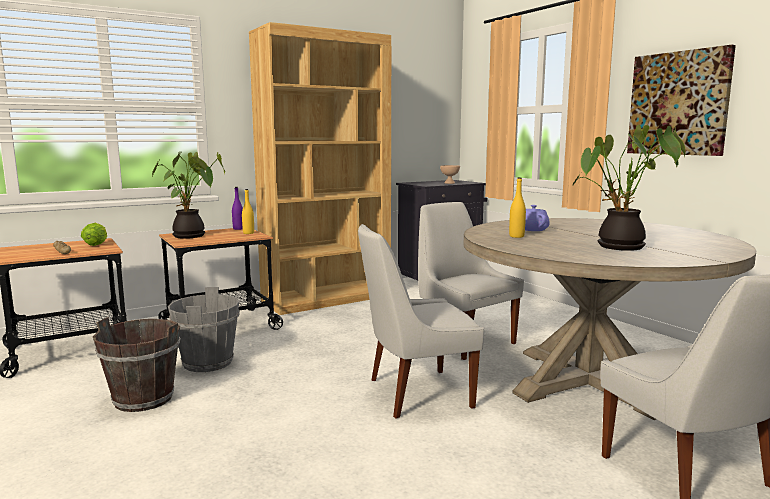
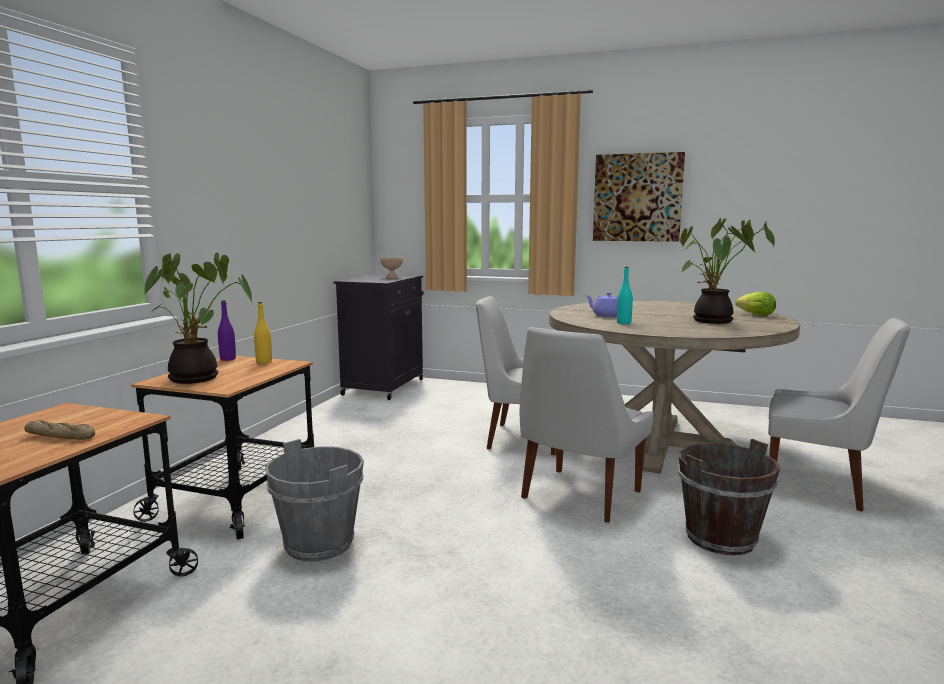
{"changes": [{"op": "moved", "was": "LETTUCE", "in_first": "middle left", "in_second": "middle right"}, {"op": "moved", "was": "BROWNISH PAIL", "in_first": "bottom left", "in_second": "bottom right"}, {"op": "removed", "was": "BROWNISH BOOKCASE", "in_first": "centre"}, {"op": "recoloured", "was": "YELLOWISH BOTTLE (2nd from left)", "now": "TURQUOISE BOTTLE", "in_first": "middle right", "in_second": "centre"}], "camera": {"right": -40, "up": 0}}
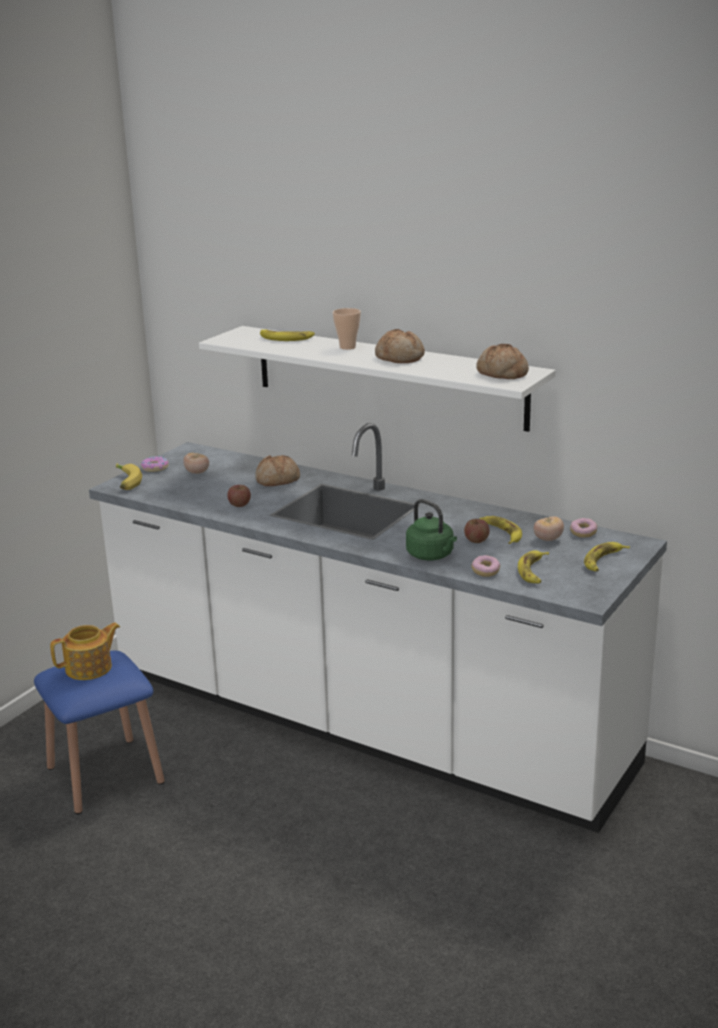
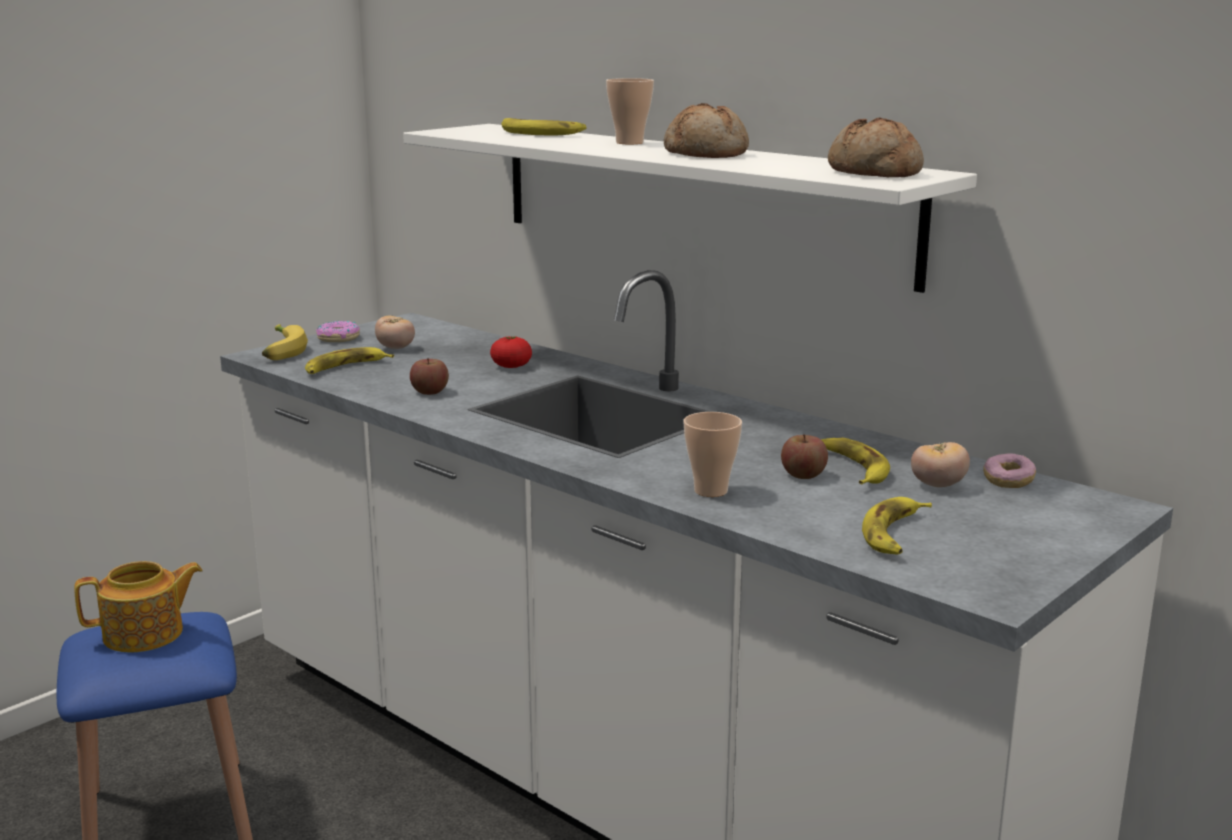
{"changes": [{"op": "replaced", "was": "BREAD (1st from left)", "now": "WHOLE TOMATO (2nd from left)", "in_first": "centre", "in_second": "centre"}, {"op": "replaced", "was": "GREEN WATER KETTLE", "now": "DRINKING CUP (2nd from left)", "in_first": "centre", "in_second": "centre"}, {"op": "removed", "was": "RING DOUGHNUT (2nd from left)", "in_first": "middle right"}, {"op": "moved", "was": "BANANA (5th from left in the first image)", "now": "BANANA (2nd from left)", "in_first": "middle right", "in_second": "middle left"}], "camera": {"right": 10, "up": -5}}
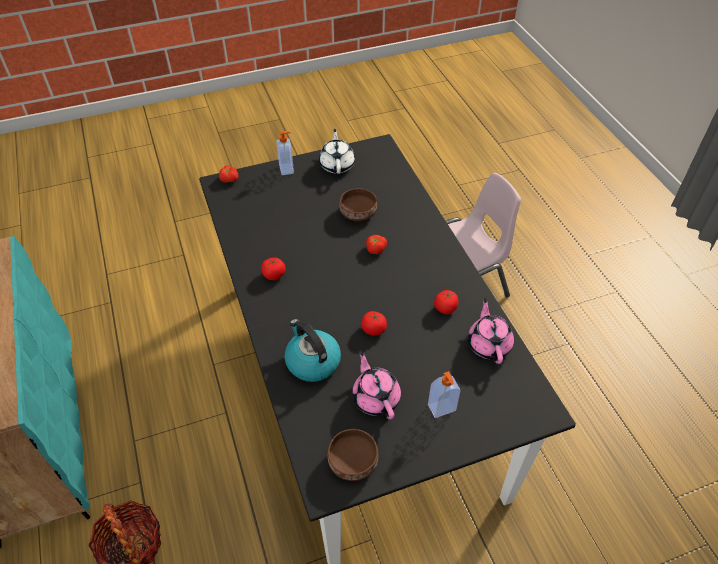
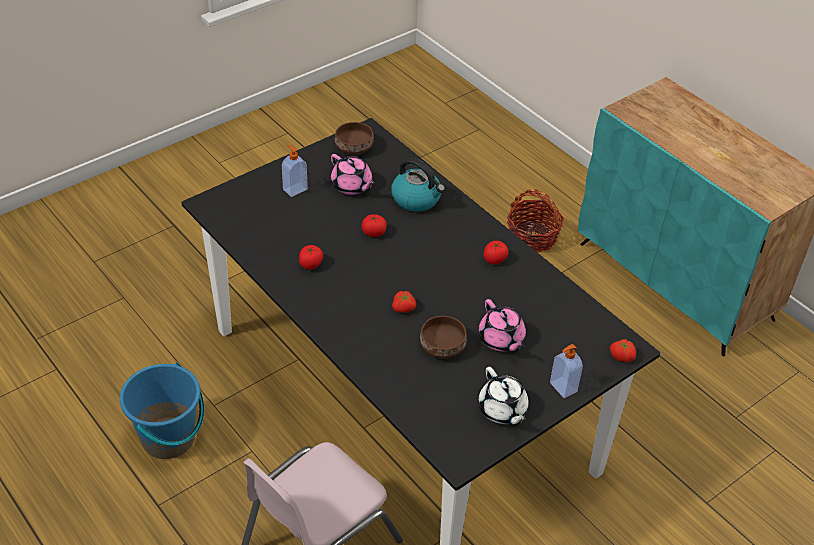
{"changes": [{"op": "moved", "was": "PINK TEA POT (2nd from left)", "in_first": "middle right", "in_second": "centre"}, {"op": "added", "now": "BLUISH PAIL", "in_second": "bottom left"}], "camera": {"right": 160, "up": -5}}
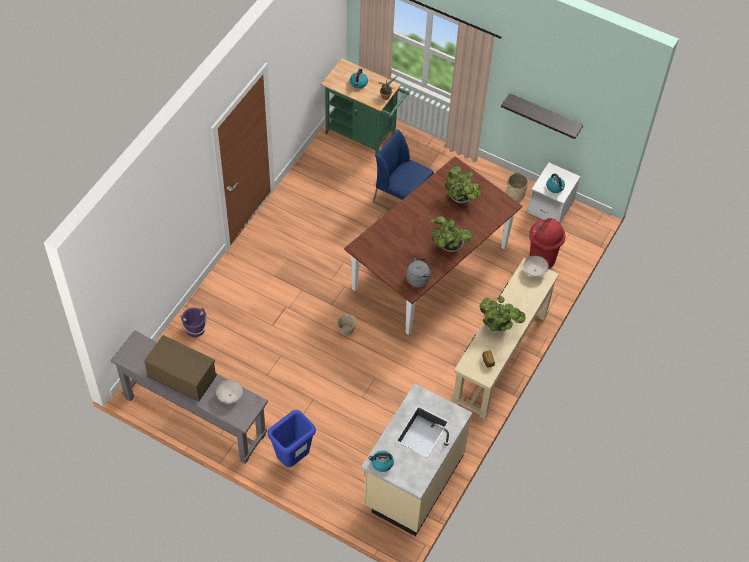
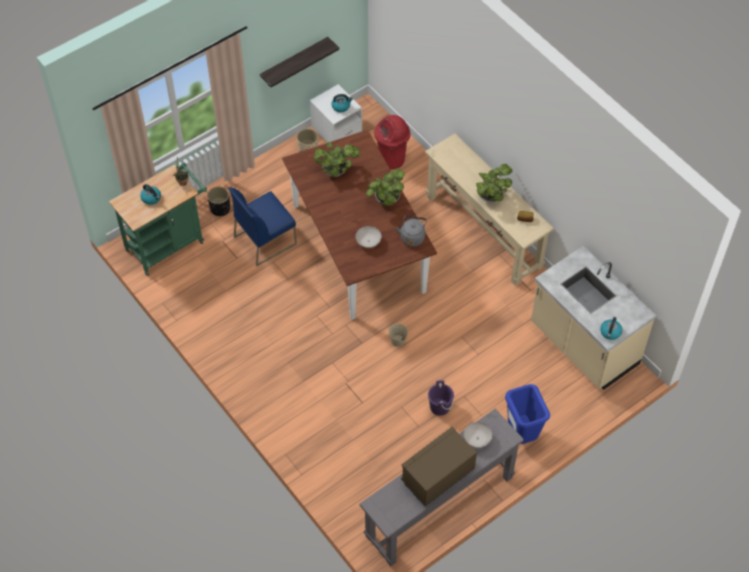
{"changes": [{"op": "moved", "was": "PURPLISH PAIL", "in_first": "middle left", "in_second": "bottom centre"}, {"op": "moved", "was": "WHITISH SERVING BOWL (2nd from left in the first image)", "now": "WHITISH SERVING BOWL (1st from left)", "in_first": "middle right", "in_second": "centre"}, {"op": "added", "now": "BLACK PLANT POT", "in_second": "middle left"}], "camera": {"right": -65, "up": 0}}
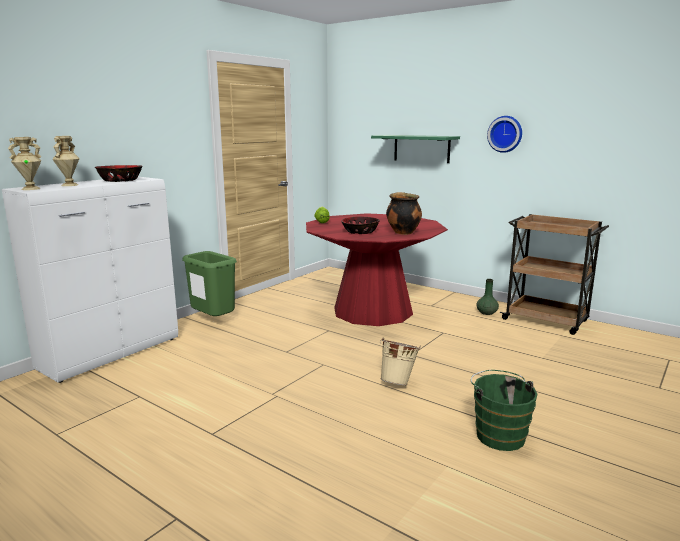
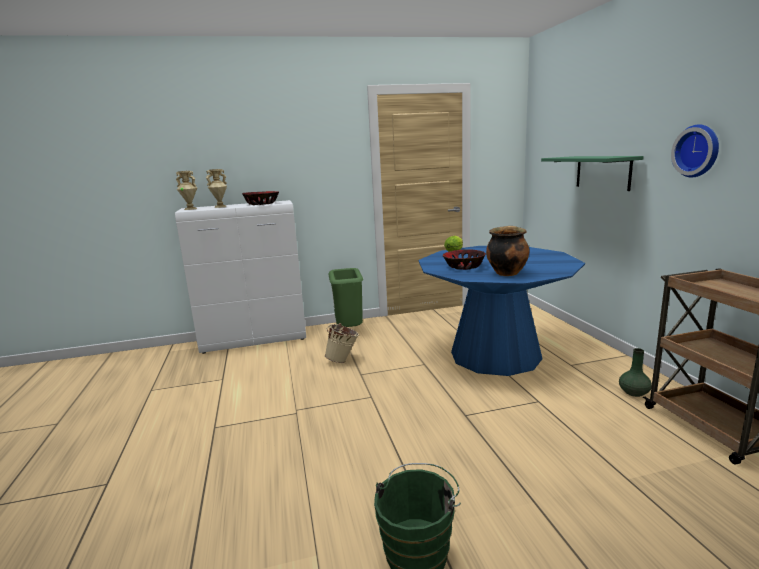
{"changes": [{"op": "recoloured", "was": "REDDISH DINNER TABLE", "now": "BLUISH DINNER TABLE", "in_first": "centre", "in_second": "centre"}, {"op": "moved", "was": "SAND-COLOURED PAIL", "in_first": "bottom centre", "in_second": "centre"}], "camera": {"right": 40, "up": 0}}
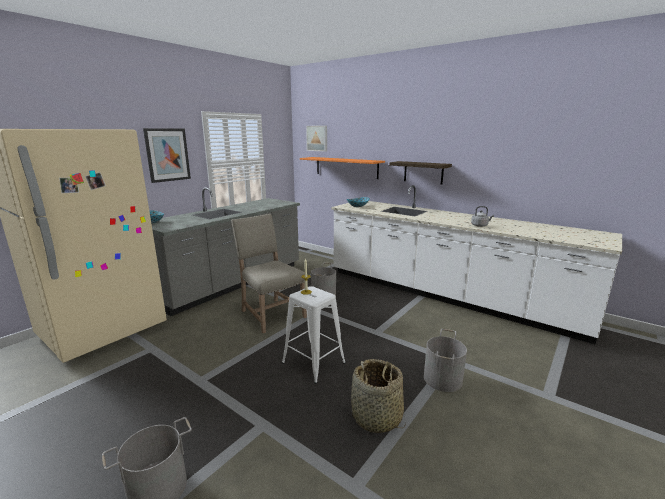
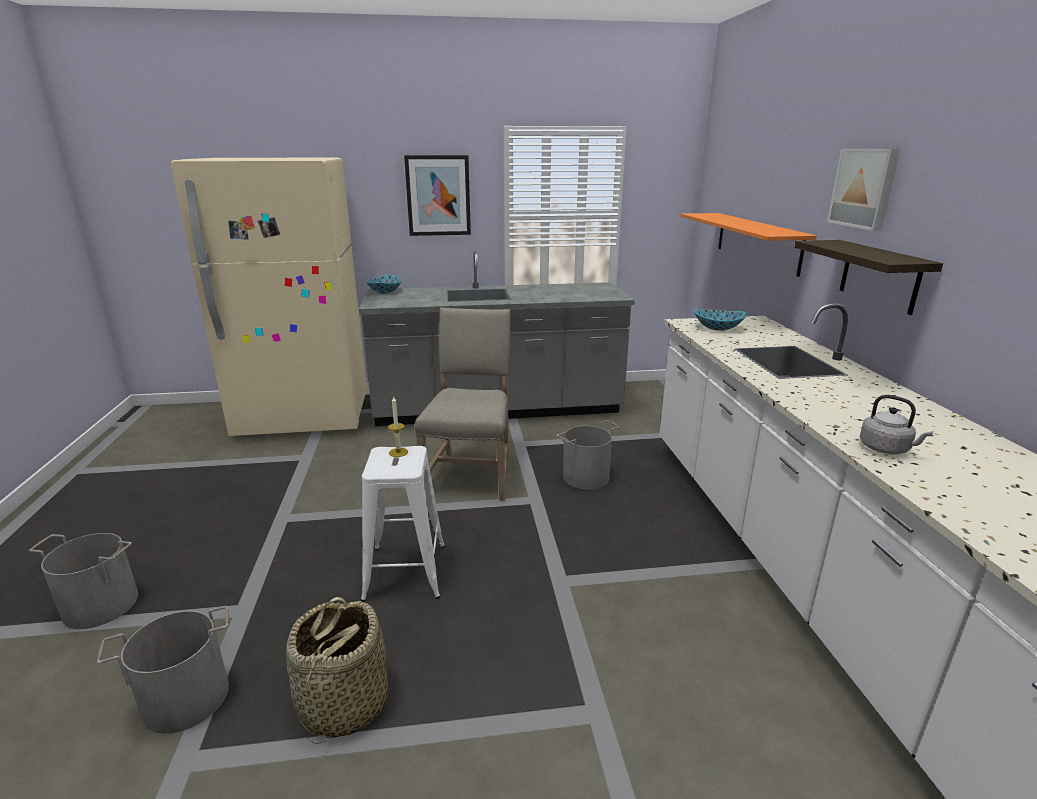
{"changes": [{"op": "moved", "was": "WALL PICTURE (2nd from left)", "in_first": "top centre", "in_second": "top right"}, {"op": "moved", "was": "GREYISH PAIL (3rd from left in the first image)", "now": "GREYISH PAIL (2nd from left)", "in_first": "bottom right", "in_second": "bottom left"}], "camera": {"right": 45, "up": 5}}
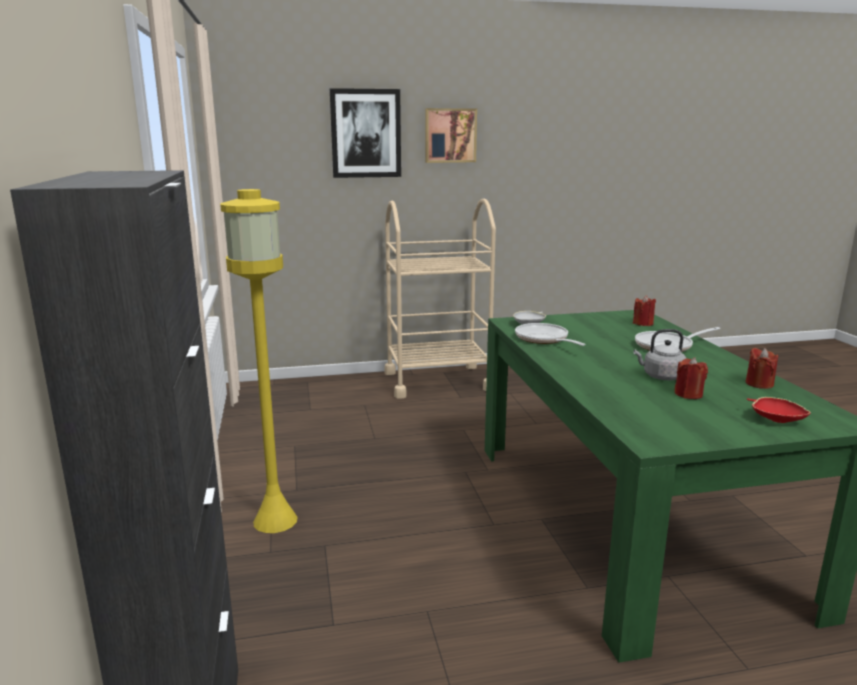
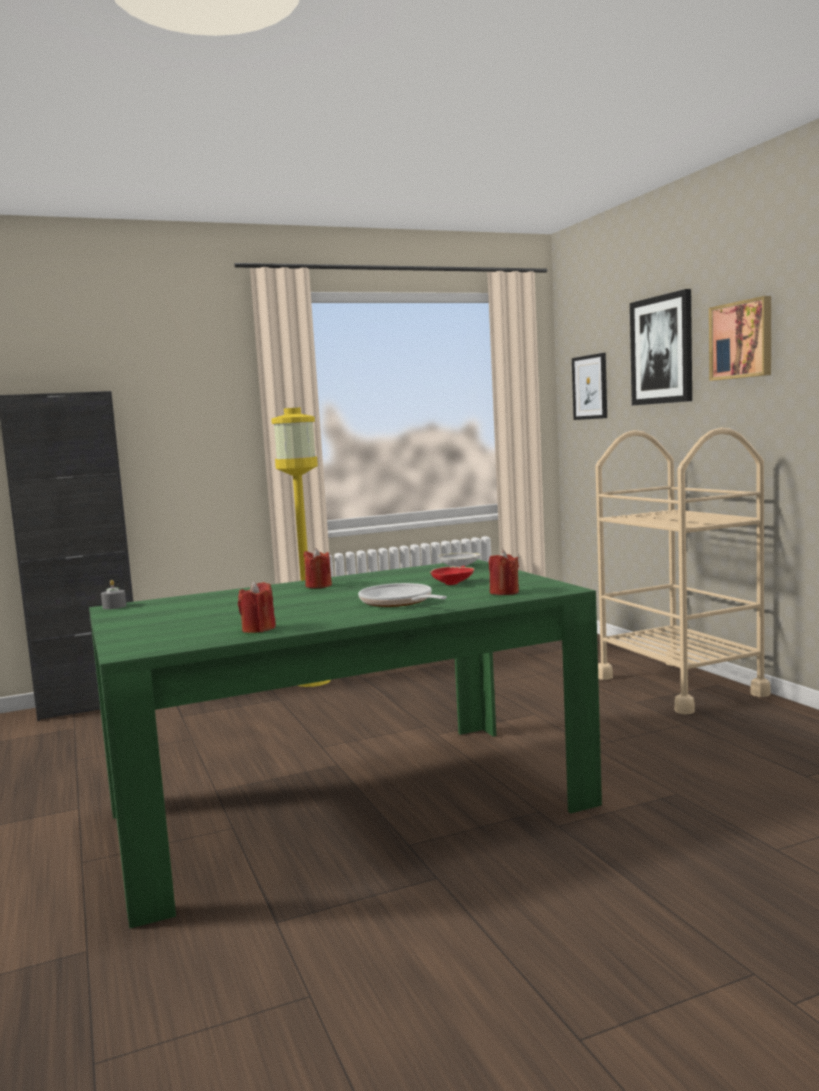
{"changes": [{"op": "removed", "was": "FRYING PAN (1st from left)", "in_first": "centre"}, {"op": "removed", "was": "GREYISH WATER KETTLE", "in_first": "middle right"}, {"op": "moved", "was": "REDDISH WAX LIGHT (2nd from left)", "in_first": "middle right", "in_second": "centre"}, {"op": "moved", "was": "REDDISH SERVING BOWL", "in_first": "middle right", "in_second": "centre"}, {"op": "added", "now": "GREYISH WAX LIGHT", "in_second": "middle left"}, {"op": "added", "now": "WALL PICTURE (1st from left)", "in_second": "middle right"}], "camera": {"right": 80, "up": -10}}
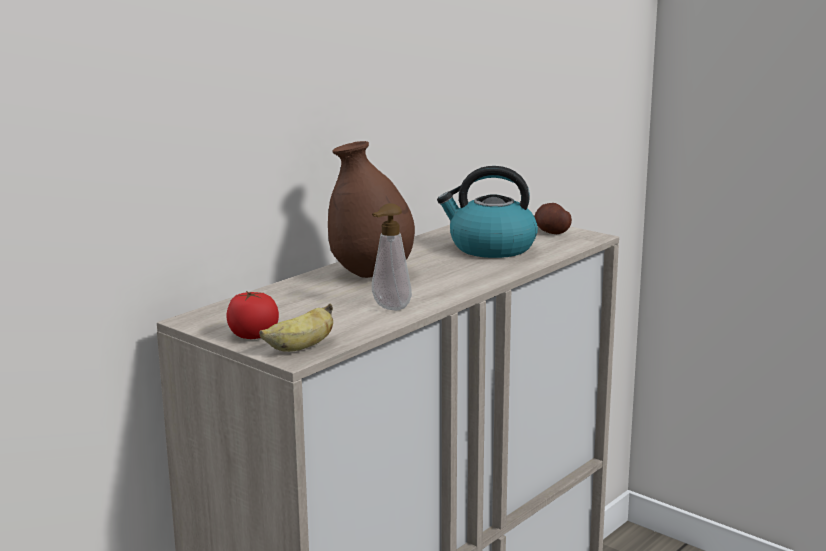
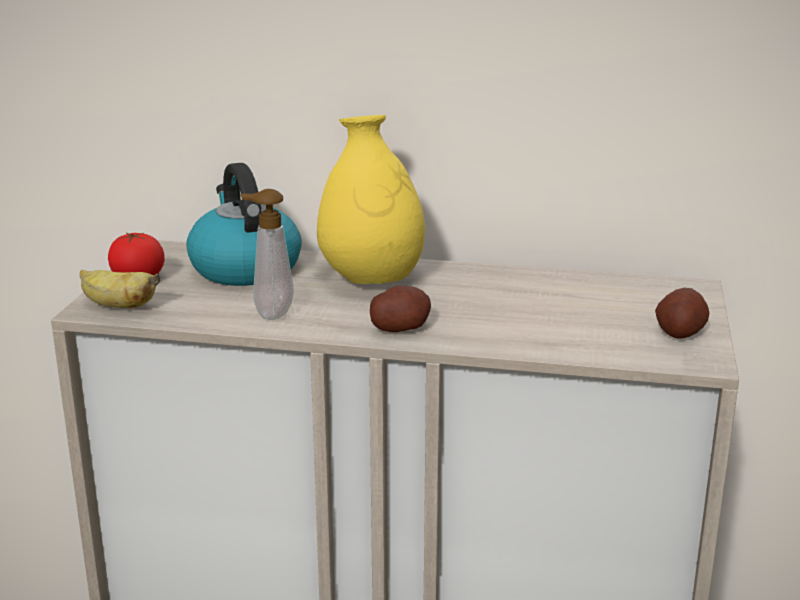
{"changes": [{"op": "recoloured", "was": "BROWNISH VASE", "now": "YELLOWISH VASE", "in_first": "centre", "in_second": "top centre"}, {"op": "moved", "was": "WATER KETTLE", "in_first": "centre", "in_second": "middle left"}, {"op": "added", "now": "SPUD (1st from left)", "in_second": "centre"}], "camera": {"right": 60, "up": 5}}
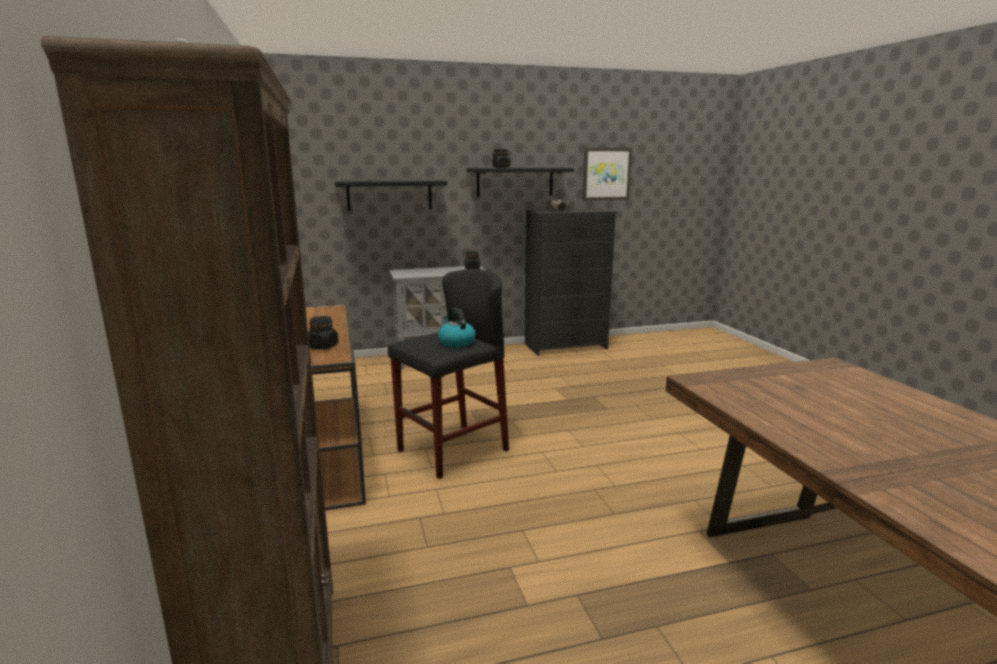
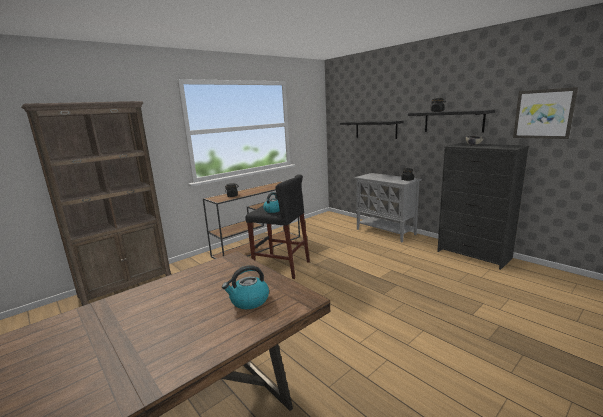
{"changes": [{"op": "added", "now": "WATER KETTLE (1st from left)", "in_second": "bottom centre"}], "camera": {"right": 65, "up": 0}}
